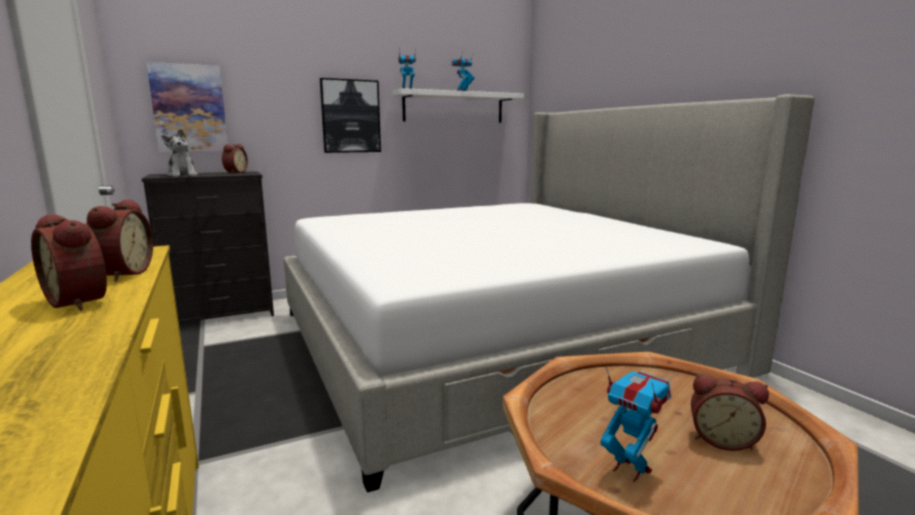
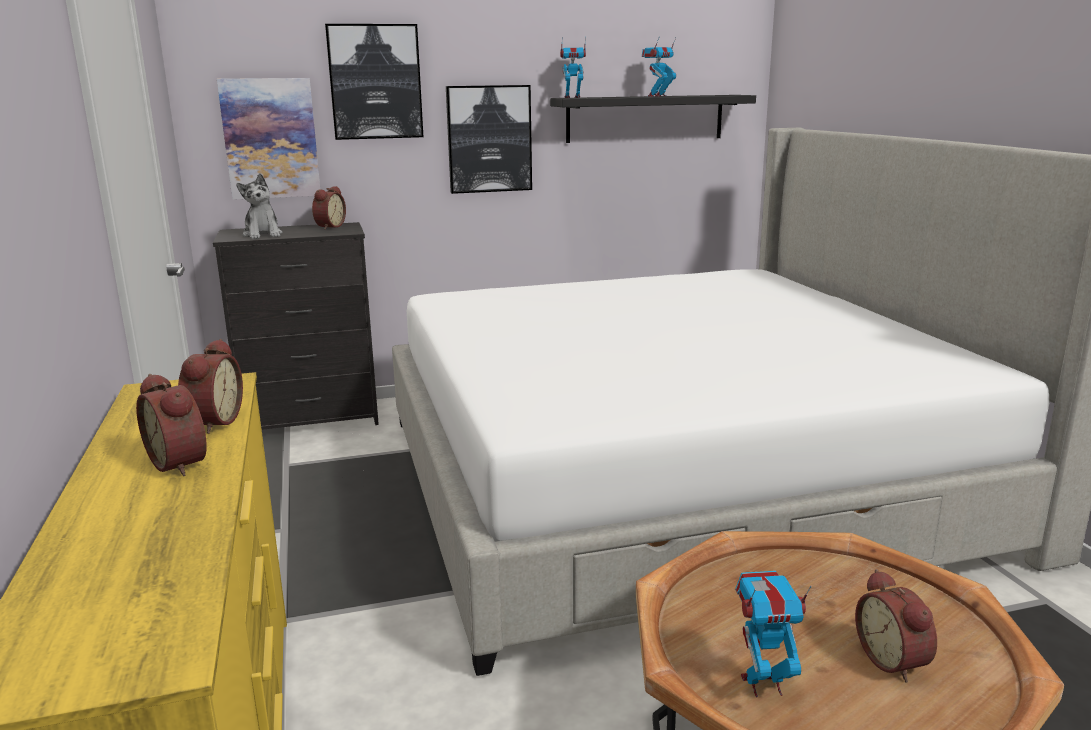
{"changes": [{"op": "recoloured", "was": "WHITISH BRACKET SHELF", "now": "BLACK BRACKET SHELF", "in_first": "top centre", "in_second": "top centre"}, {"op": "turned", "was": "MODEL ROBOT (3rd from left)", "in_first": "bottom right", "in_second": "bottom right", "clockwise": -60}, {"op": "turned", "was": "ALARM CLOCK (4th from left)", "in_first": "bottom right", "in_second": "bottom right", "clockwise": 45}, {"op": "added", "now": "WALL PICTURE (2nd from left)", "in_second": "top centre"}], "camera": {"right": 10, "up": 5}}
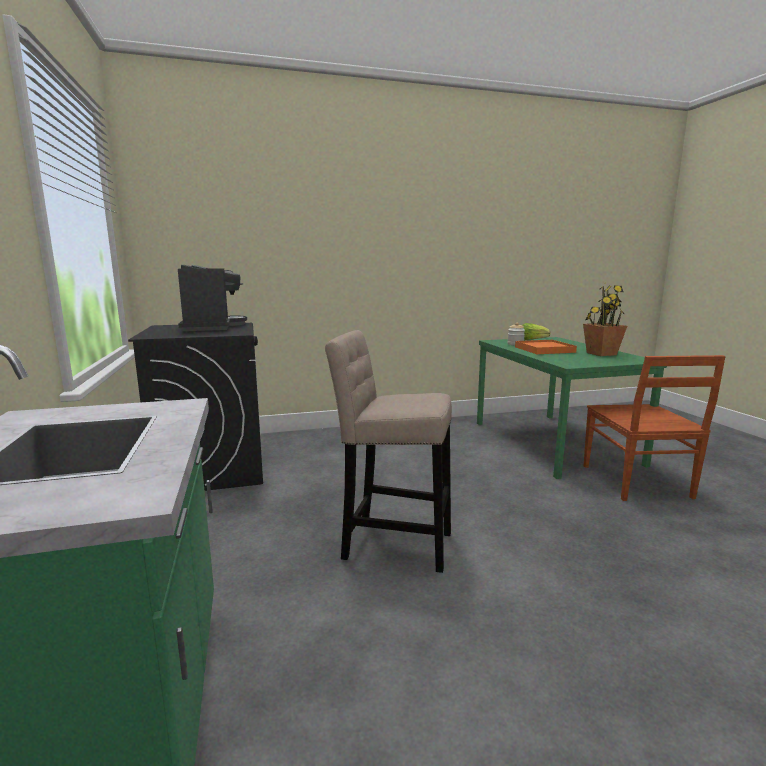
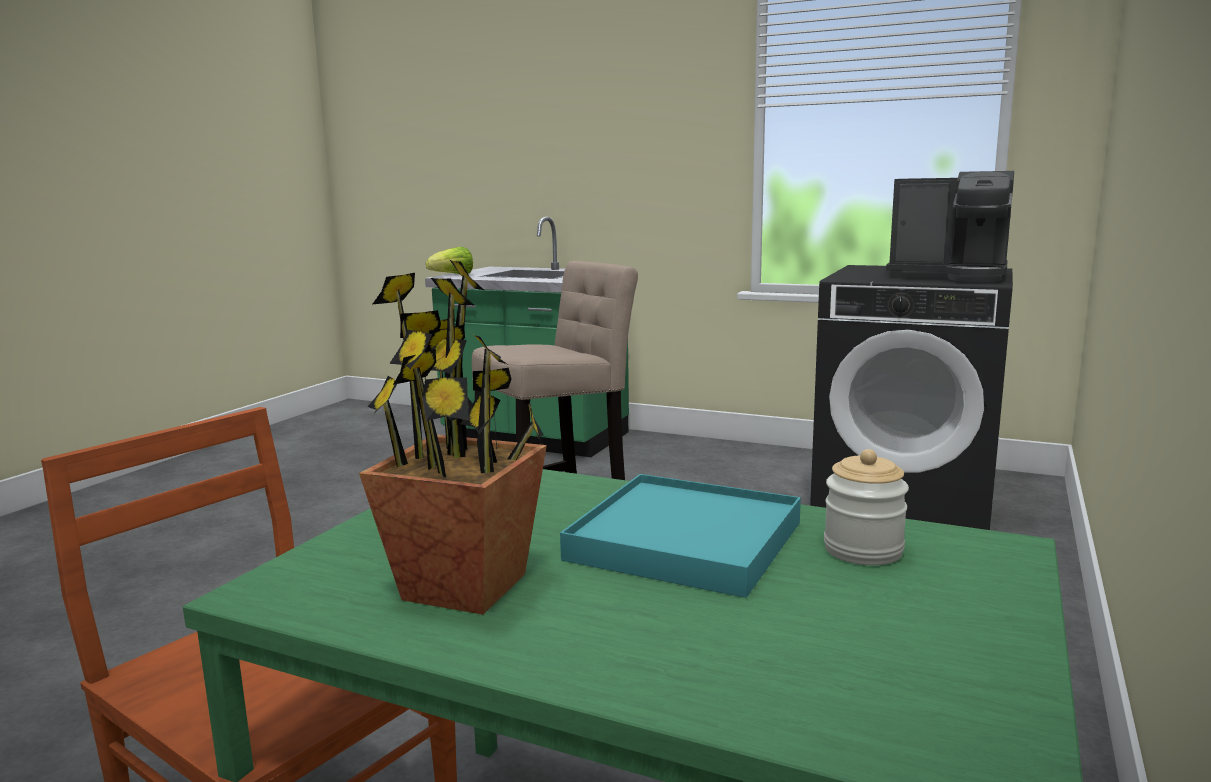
{"changes": [{"op": "recoloured", "was": "ORANGEY TRAY", "now": "TURQUOISE TRAY", "in_first": "middle right", "in_second": "bottom centre"}, {"op": "moved", "was": "LETTUCE", "in_first": "middle right", "in_second": "top centre"}], "camera": {"right": 130, "up": 0}}
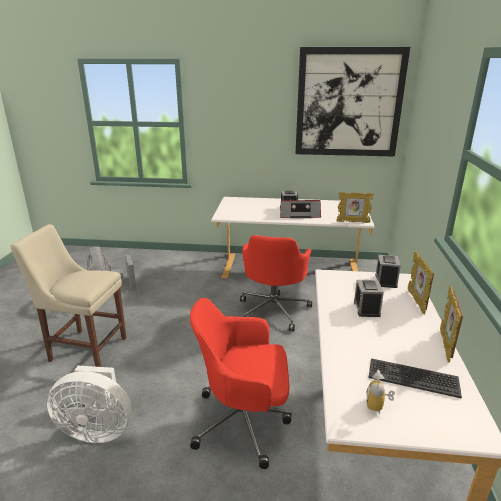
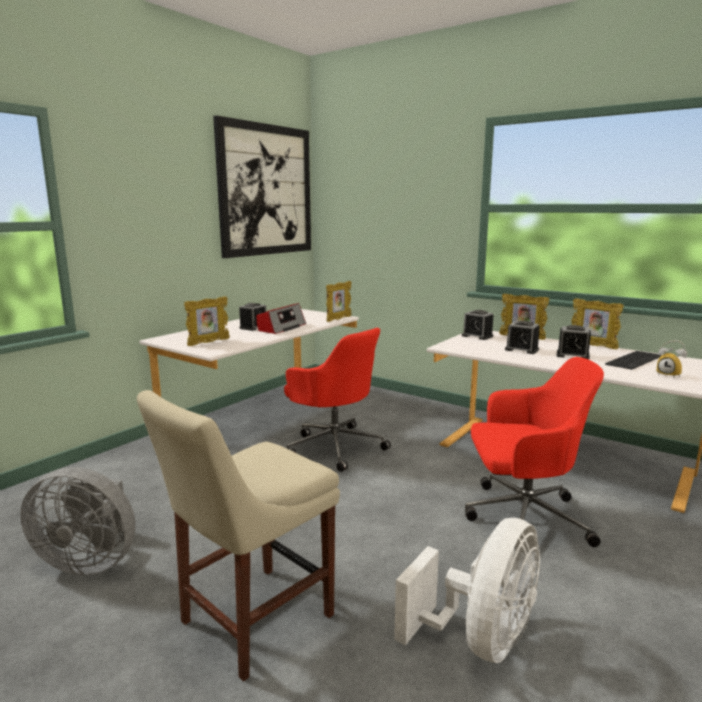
{"changes": [{"op": "turned", "was": "REDDISH OFFICE CHAIR (1st from left in the first image)", "in_first": "bottom centre", "in_second": "middle right", "clockwise": -120}, {"op": "added", "now": "PHOTO FRAME (1st from left)", "in_second": "middle left"}, {"op": "added", "now": "ALARM CLOCK (4th from left)", "in_second": "middle right"}], "camera": {"right": -60, "up": -10}}
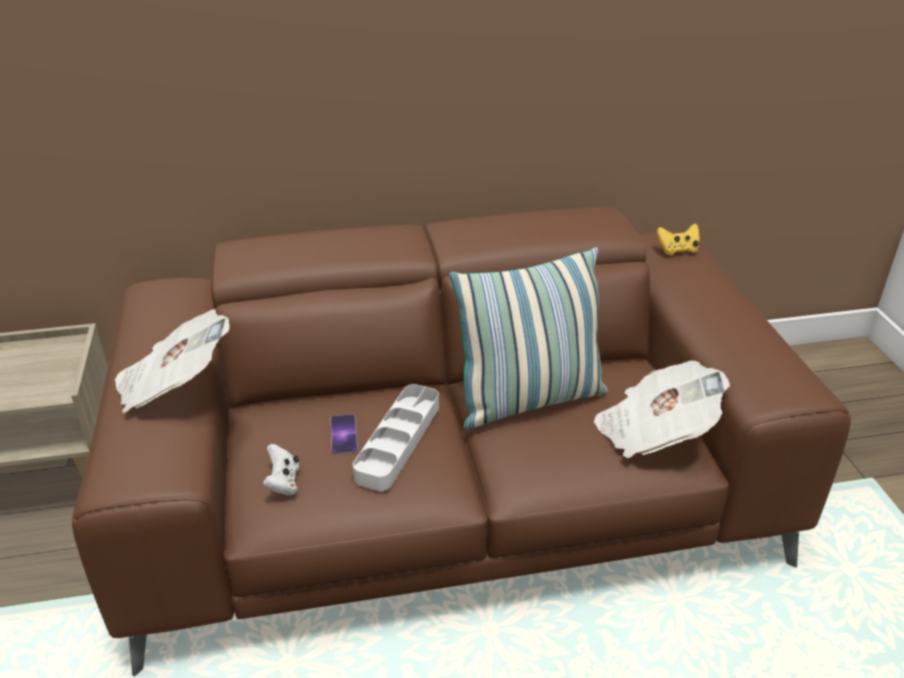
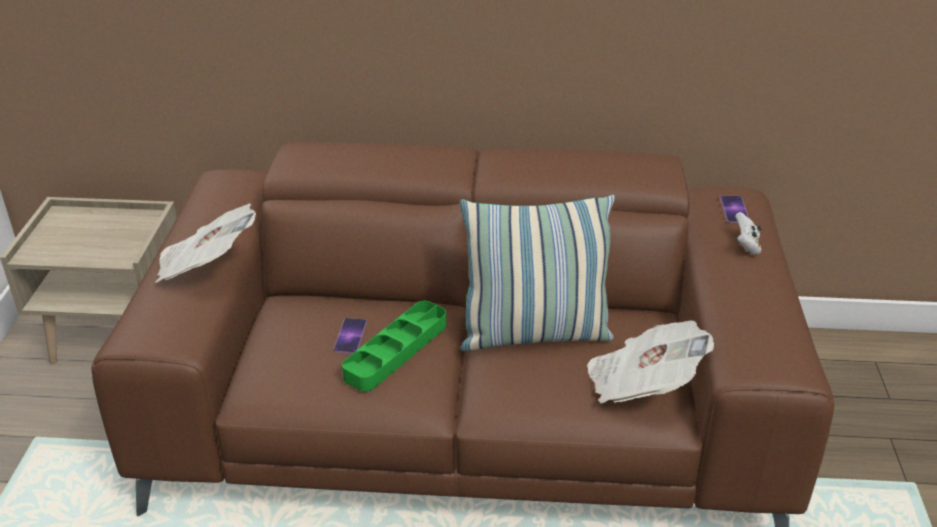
{"changes": [{"op": "moved", "was": "WHITISH JOYPAD", "in_first": "bottom left", "in_second": "middle right"}, {"op": "recoloured", "was": "GREYISH TRAY", "now": "GREEN TRAY", "in_first": "centre", "in_second": "centre"}, {"op": "replaced", "was": "YELLOWISH JOYPAD", "now": "PHONE (2nd from left)", "in_first": "middle right", "in_second": "middle right"}], "camera": {"right": 15, "up": 0}}
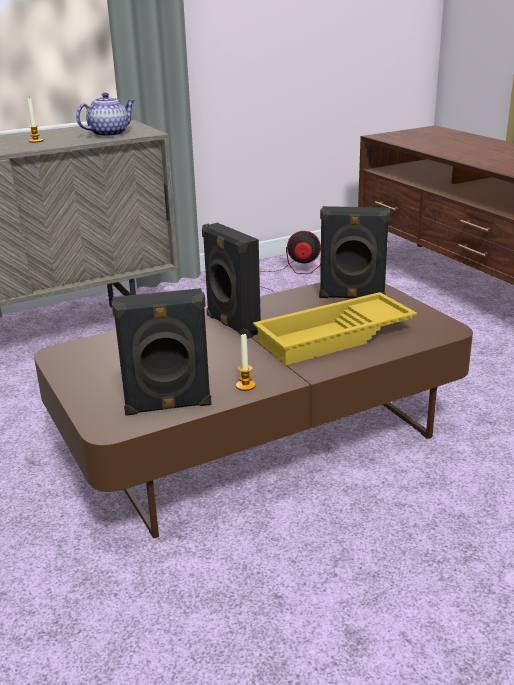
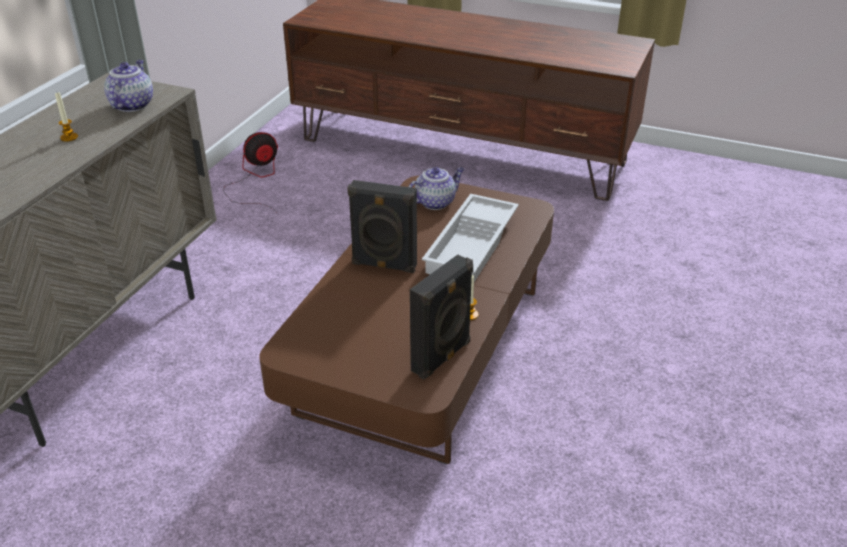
{"changes": [{"op": "recoloured", "was": "YELLOWISH TRAY", "now": "WHITISH TRAY", "in_first": "centre", "in_second": "centre"}, {"op": "replaced", "was": "BLACK AUDIO SPEAKER (3rd from left)", "now": "TEA POT (2nd from left)", "in_first": "middle right", "in_second": "centre"}], "camera": {"right": -40, "up": 10}}
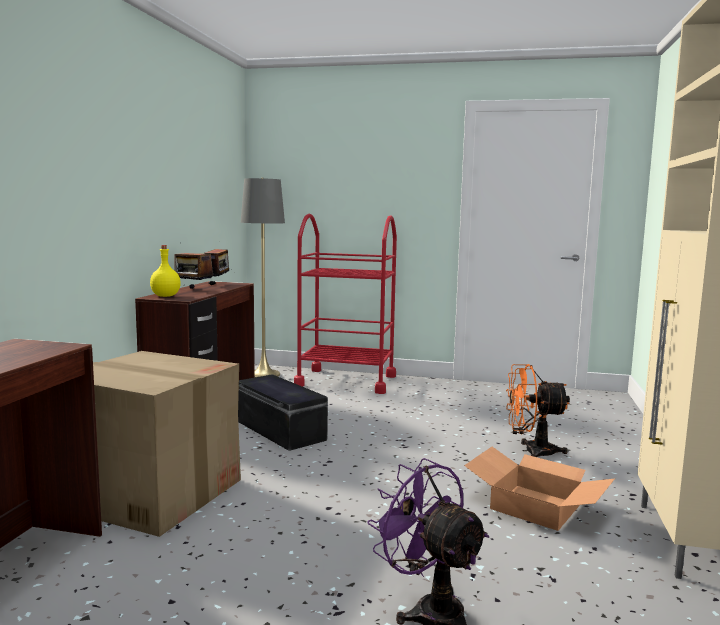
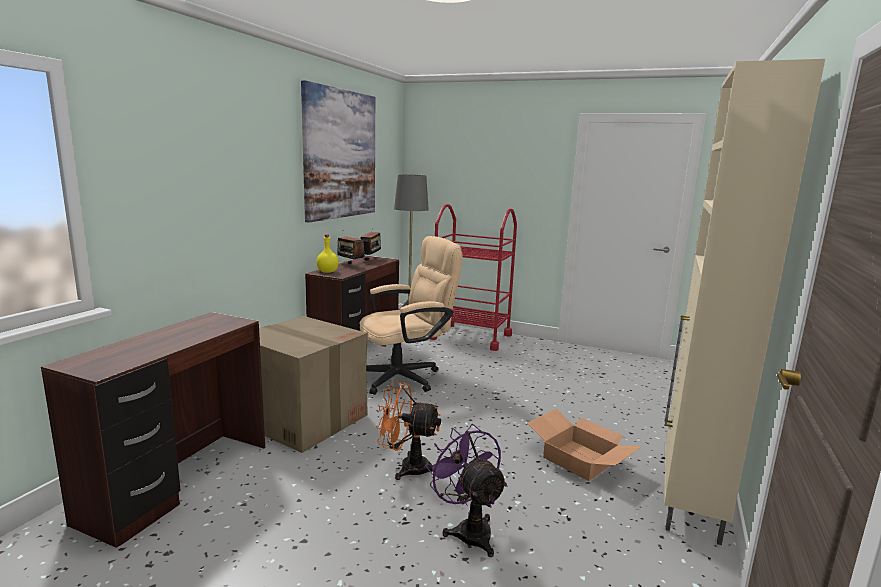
{"changes": [{"op": "replaced", "was": "BLACK STORAGE CONTAINER", "now": "SAND-COLOURED OFFICE CHAIR", "in_first": "centre", "in_second": "centre"}, {"op": "moved", "was": "ORANGEY COOLING FAN", "in_first": "middle right", "in_second": "bottom centre"}, {"op": "added", "now": "WALL PICTURE", "in_second": "top centre"}], "camera": {"right": 10, "up": 5}}
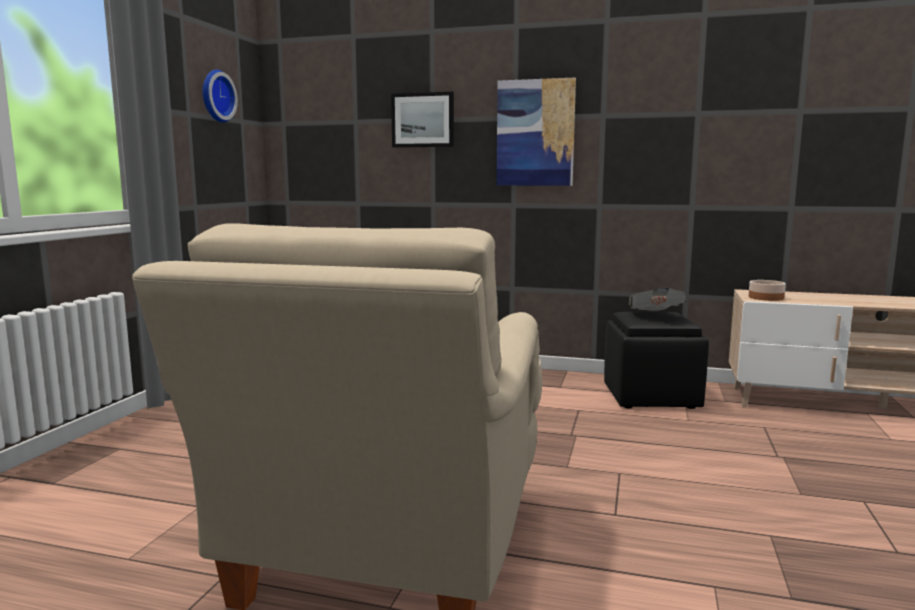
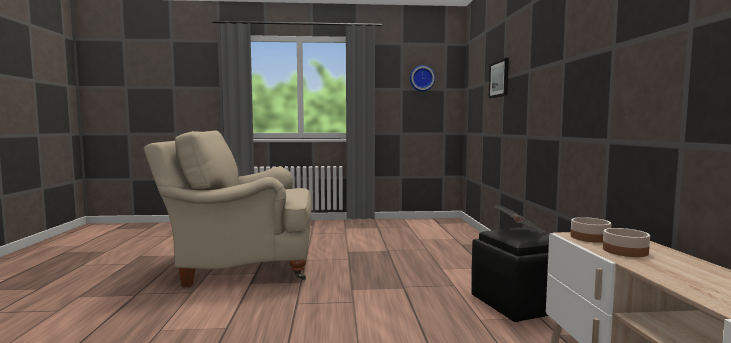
{"changes": [{"op": "removed", "was": "WALL PICTURE (2nd from left)", "in_first": "top centre"}, {"op": "added", "now": "SERVING BOWL (2nd from left)", "in_second": "bottom right"}], "camera": {"right": 70, "up": -5}}
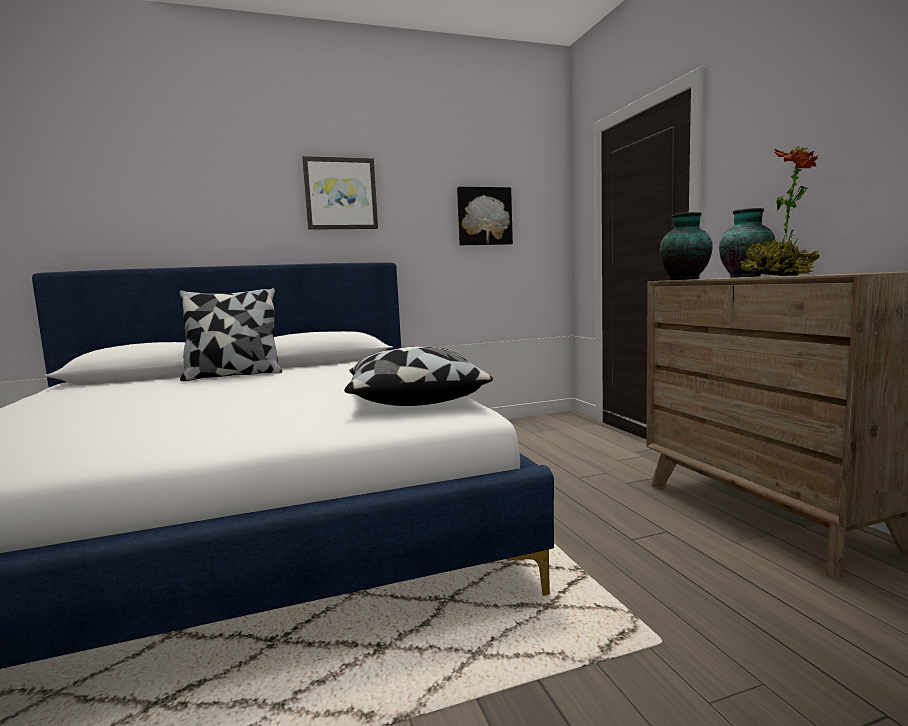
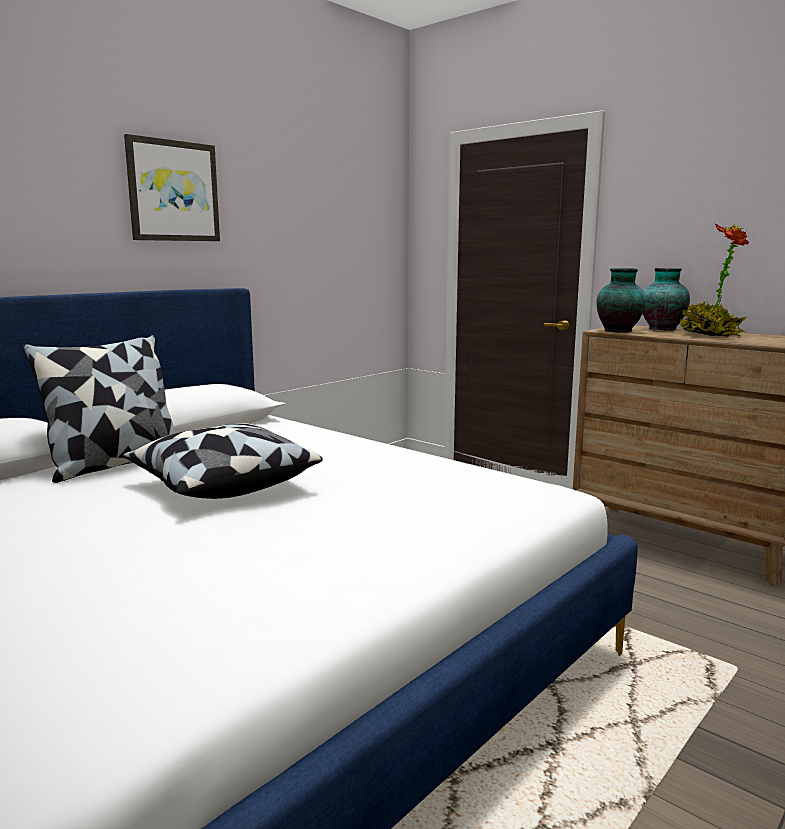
{"changes": [{"op": "moved", "was": "PILLOW (2nd from left)", "in_first": "centre", "in_second": "middle left"}, {"op": "removed", "was": "WALL PICTURE (2nd from left)", "in_first": "top centre"}], "camera": {"right": -30, "up": 5}}
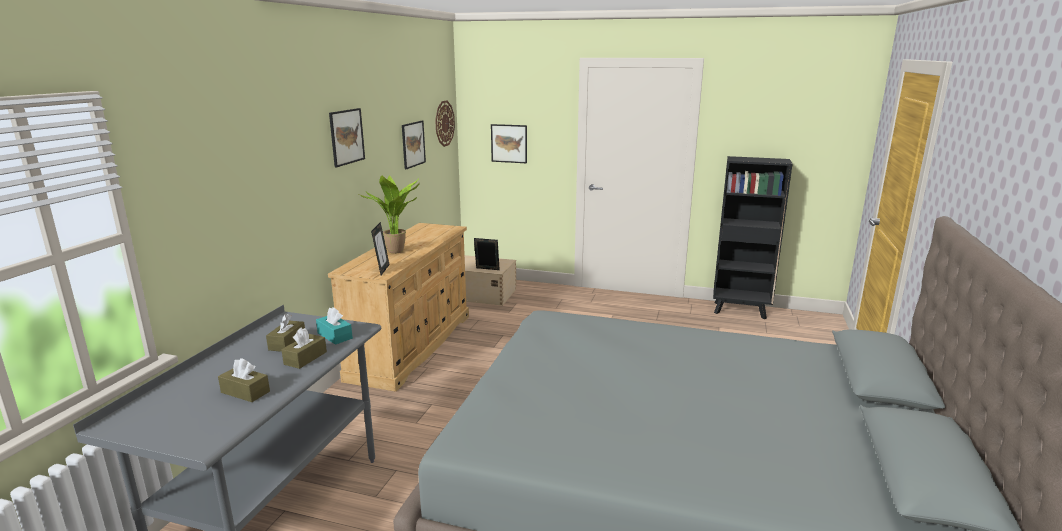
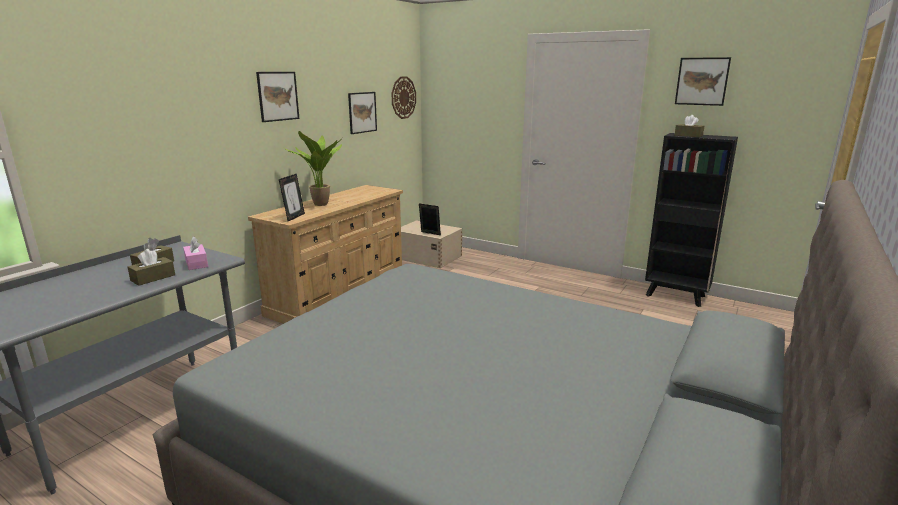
{"changes": [{"op": "moved", "was": "BROWNISH TISSUE HOLDER (1st from left in the first image)", "now": "BROWNISH TISSUE HOLDER (3rd from left)", "in_first": "bottom left", "in_second": "top right"}, {"op": "recoloured", "was": "TURQUOISE TISSUE HOLDER", "now": "PINK TISSUE HOLDER", "in_first": "middle left", "in_second": "middle left"}, {"op": "moved", "was": "WALL PICTURE (3rd from left)", "in_first": "top centre", "in_second": "top right"}], "camera": {"right": 15, "up": 0}}
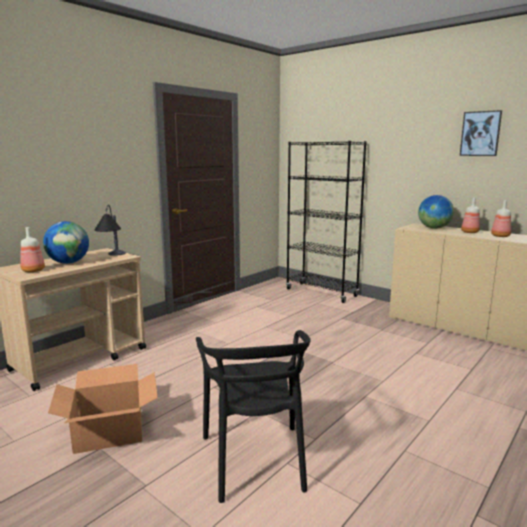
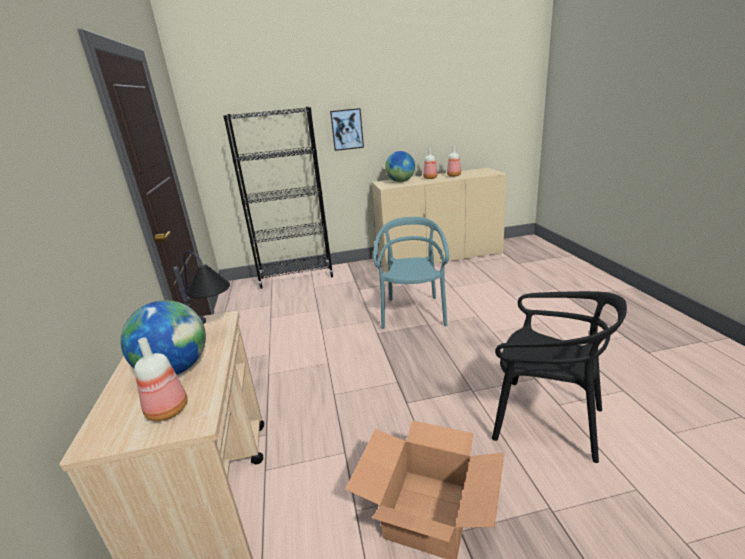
{"changes": [{"op": "moved", "was": "WALL PICTURE", "in_first": "top right", "in_second": "top centre"}, {"op": "added", "now": "TURQUOISE UPRIGHT CHAIR", "in_second": "centre"}], "camera": {"right": -50, "up": 10}}
